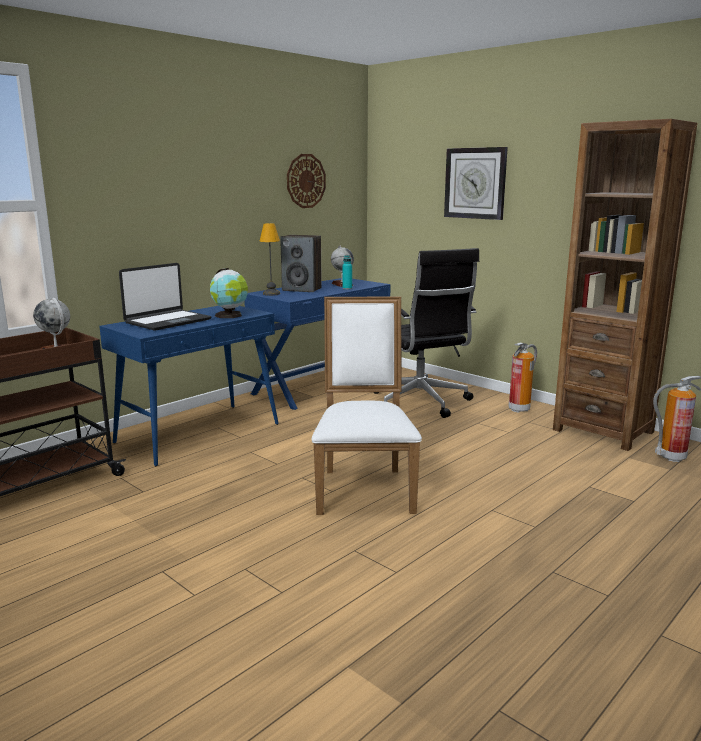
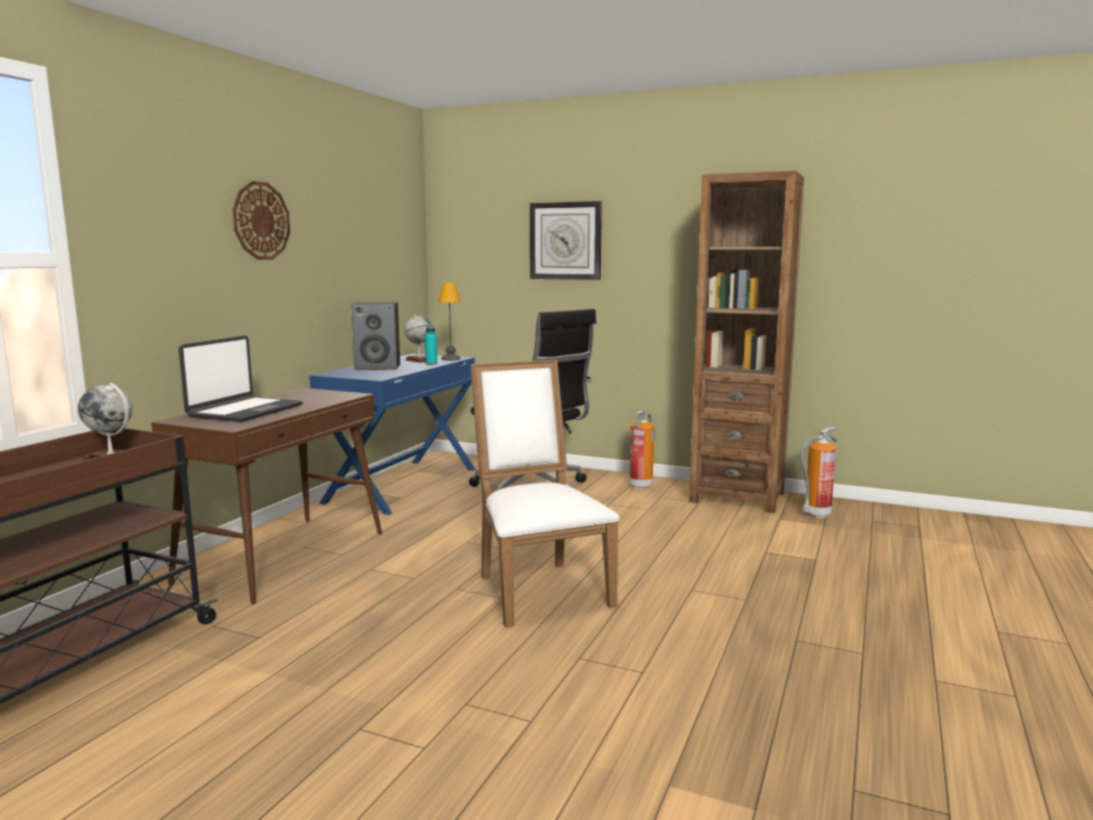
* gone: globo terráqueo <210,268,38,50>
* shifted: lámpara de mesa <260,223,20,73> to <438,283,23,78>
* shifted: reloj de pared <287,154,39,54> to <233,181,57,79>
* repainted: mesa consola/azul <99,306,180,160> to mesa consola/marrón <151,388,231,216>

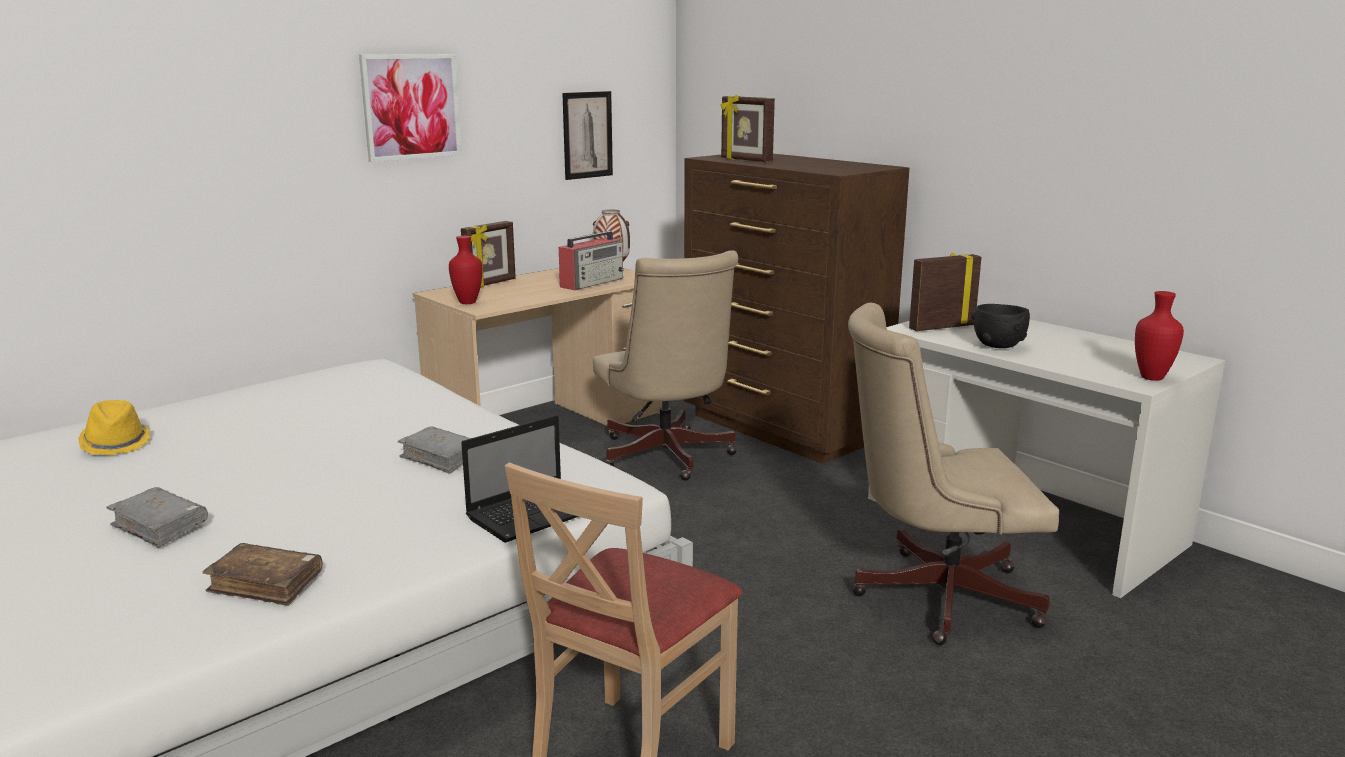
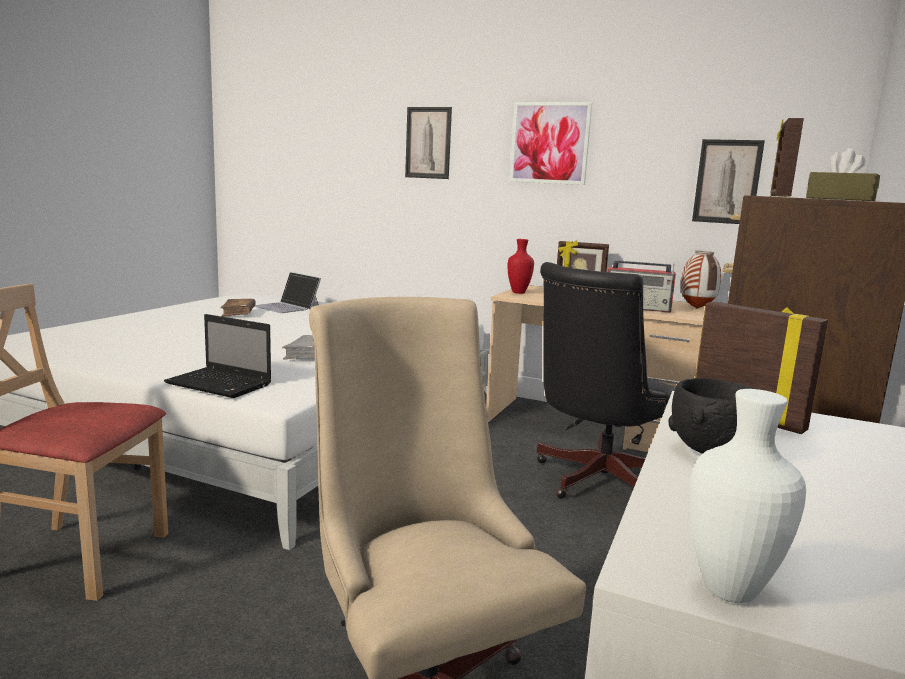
* gone: libro/gris <106,487,102,61>
* new: cuadro <405,107,47,72>
* new: caja de pañuelos/marrón <806,148,74,53>
* shifted: libro/marrón <203,543,120,63> to <220,299,36,18>
* swapped: sombrero/amarillo <78,400,72,55> to portátil <254,272,67,41>
* repainted: silla de oficina/beis <593,250,145,231> to silla de oficina/negro <537,262,139,236>
* repainted: florero/rojo <1135,291,49,90> to florero/blanco <690,389,116,214>

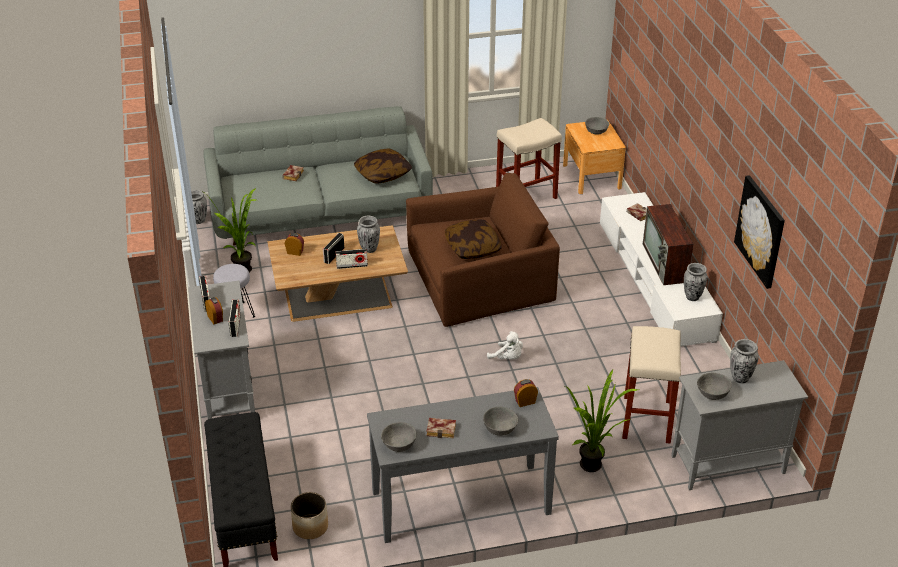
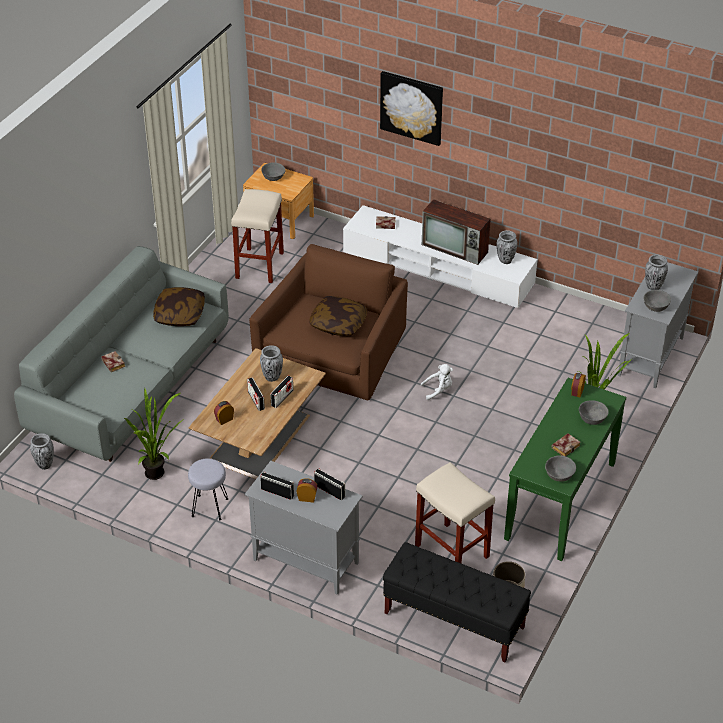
* shifted: taburete/beis <622,326,59,118> to <415,462,80,101>
* shifted: cuadro <734,175,51,114> to <380,71,63,75>
* repainted: mesa consola/gris <367,387,192,156> to mesa consola/verde <504,378,122,183>

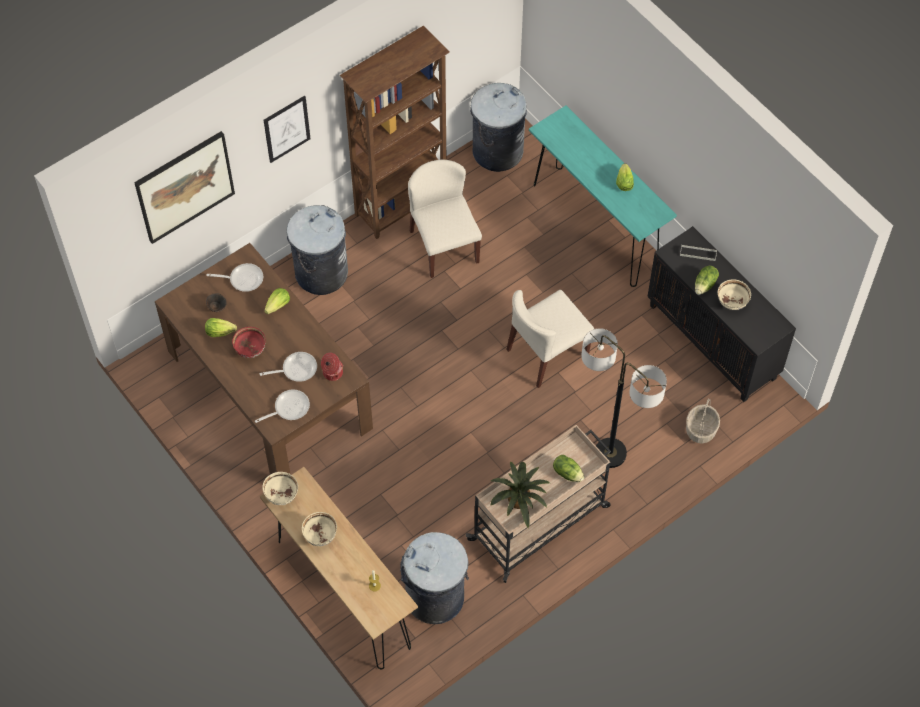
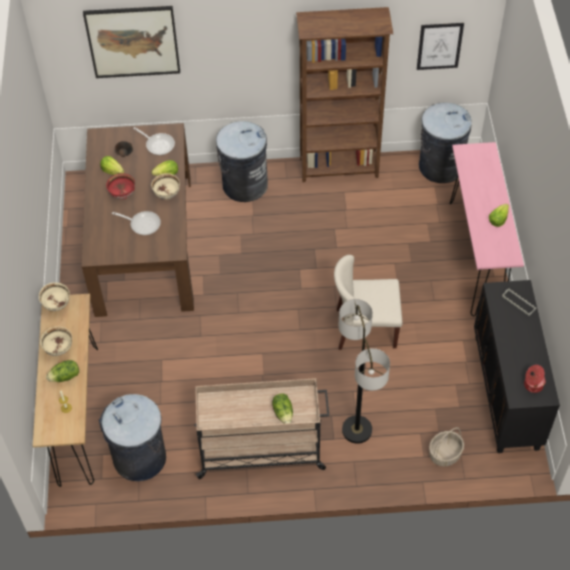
* gone: sartén <255,390,55,33>
* gone: silla/beis <408,159,74,119>
* gone: planta en maceta <490,461,60,67>
* shifted: cuadro <264,96,47,67> to <417,23,47,47>
* shifted: olla <321,353,22,28> to <524,365,22,28>
* shifted: lechuga <695,266,24,29> to <46,360,33,22>
* shifted: cuenco/beis <718,279,33,31> to <151,173,29,26>
* repainted: mesa consola/turquesa <529,106,148,181> to mesa consola/rosa <450,142,74,174>

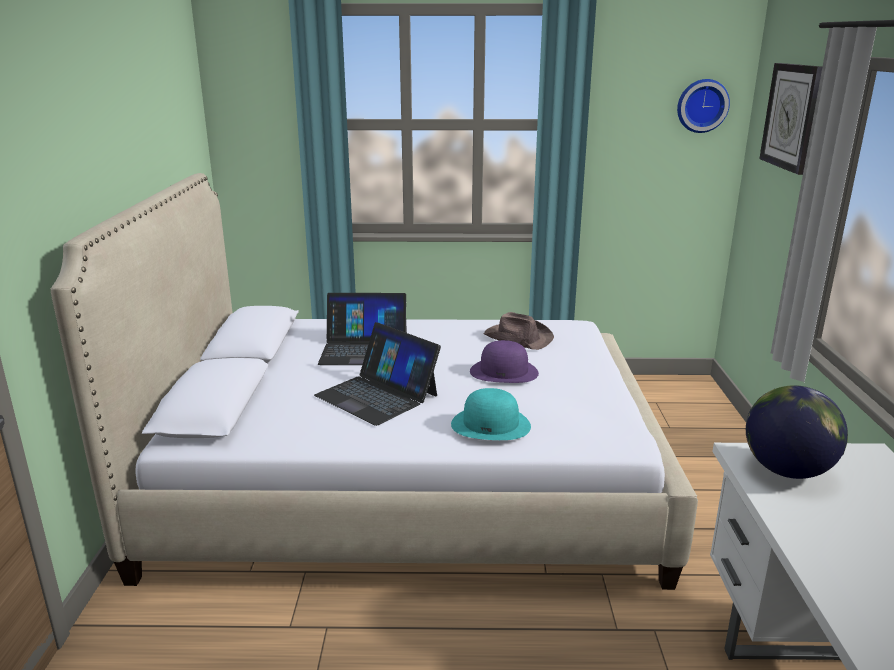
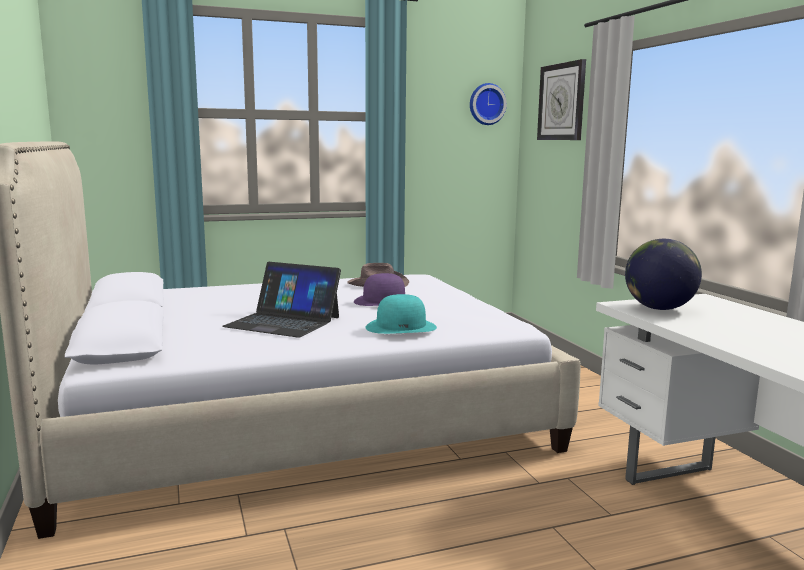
* gone: portátil <318,293,89,72>

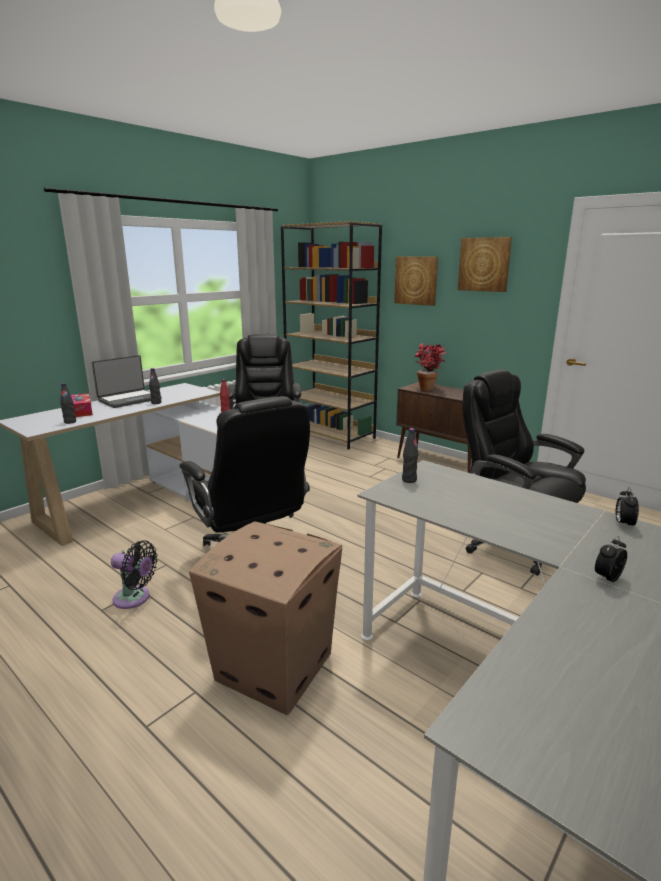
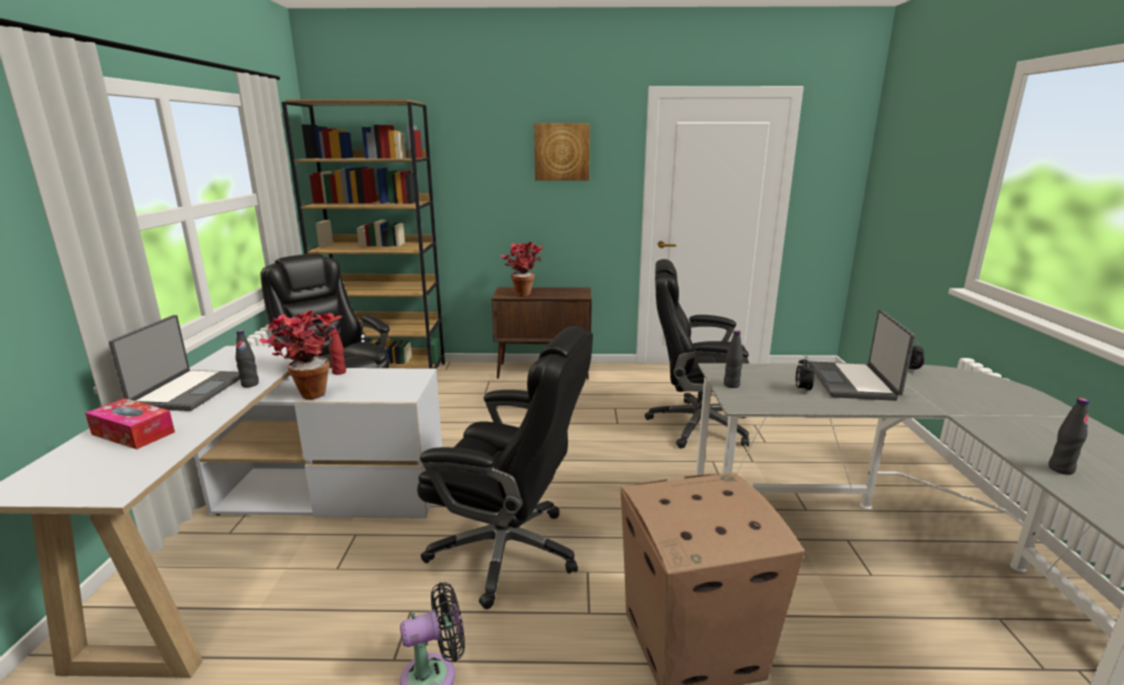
* gone: cuadro <394,256,44,50>
* new: planta en maceta <259,310,83,89>
* new: portátil <809,310,106,91>
* shifted: botella/negro <60,383,16,41> to <1048,398,41,77>
* shifted: despertador <595,536,32,46> to <796,356,18,37>

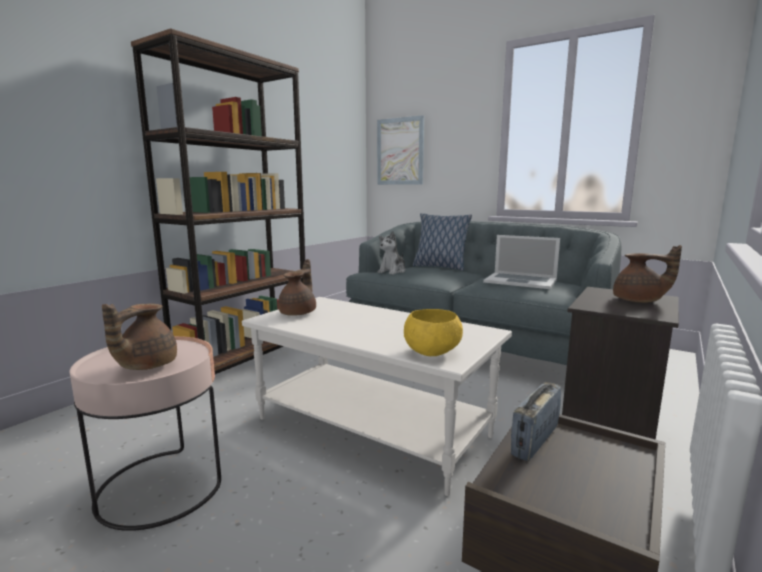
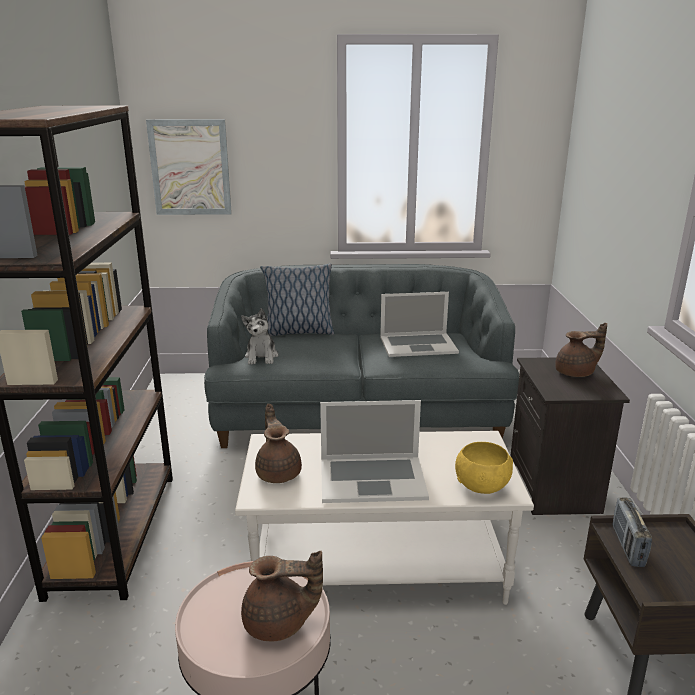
* new: portátil <320,400,109,103>
* rotated: tetera/marrón <102,303,75,67> = <241,551,82,90> 75 degrees counterclockwise

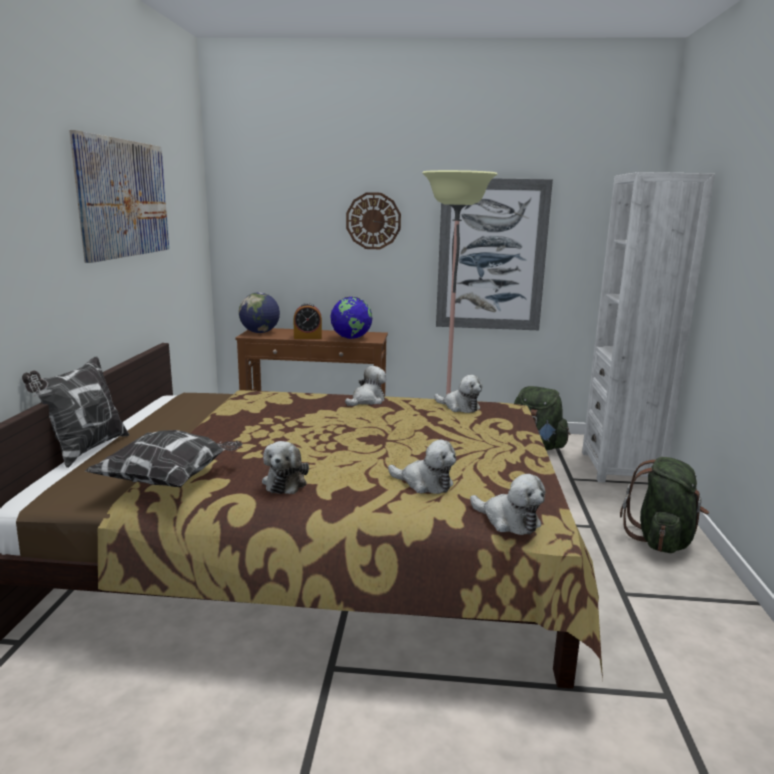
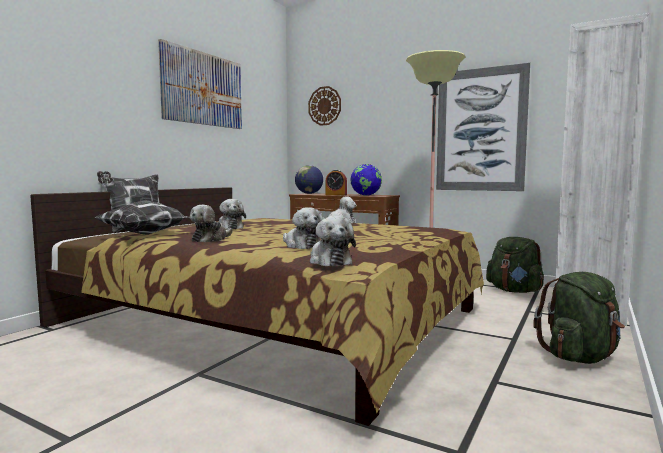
* shifted: reloj de pared <346,192,55,57> to <308,86,33,40>
* shifted: peluche <434,375,49,38> to <219,199,27,30>

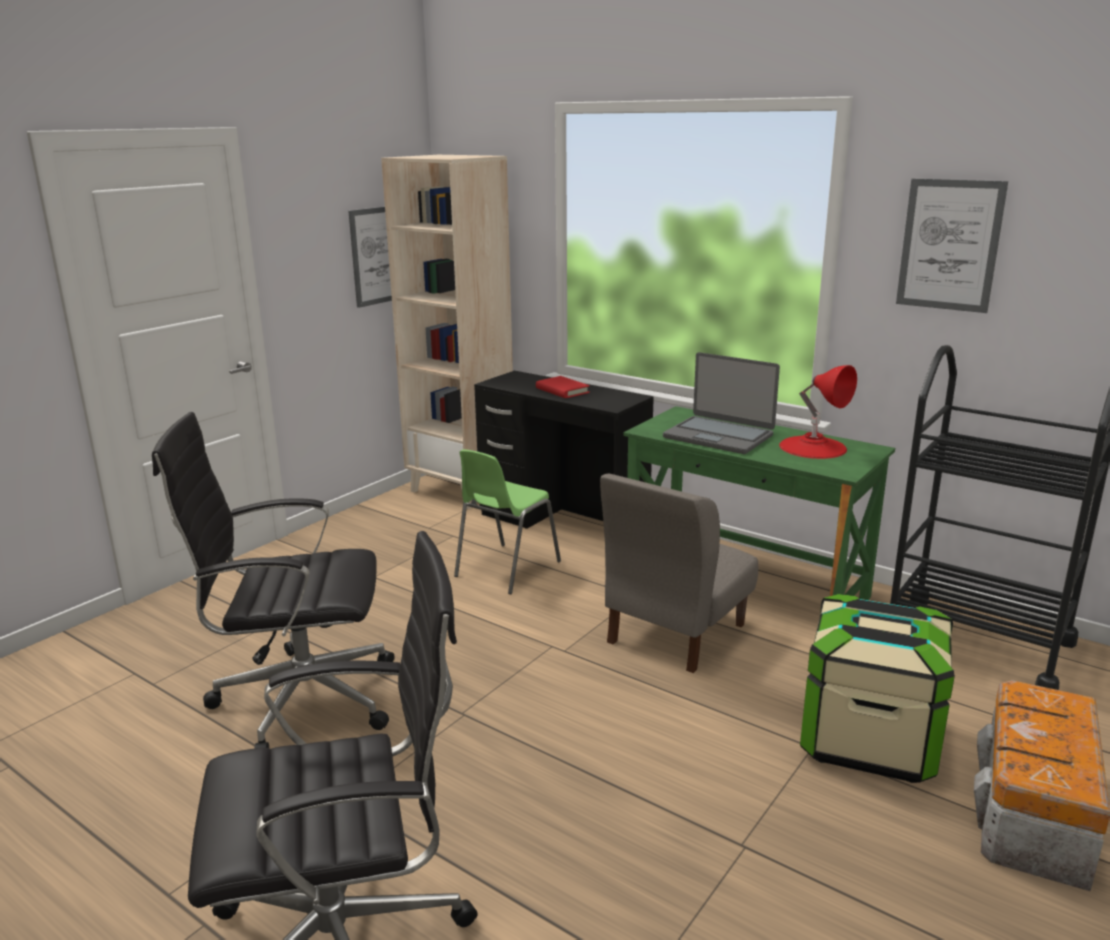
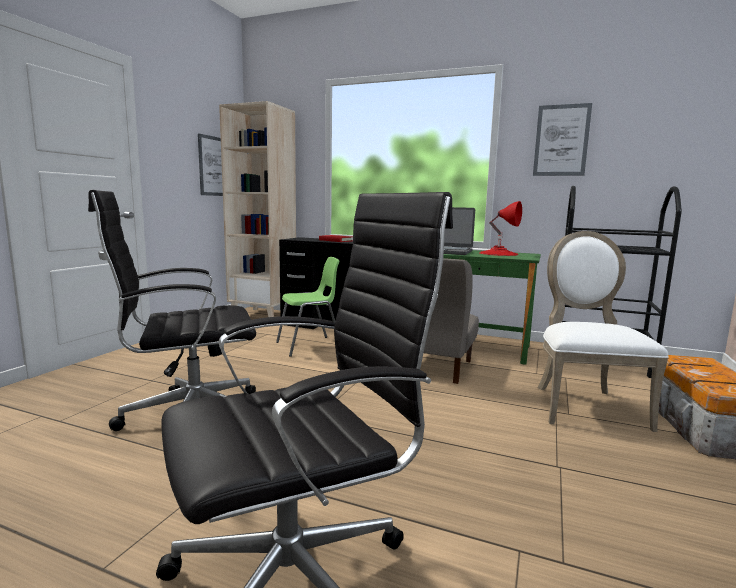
* swapped: caja de almacenaje <800,594,155,189> to silla/blanco <537,231,132,201>
* rotated: silla/verde <454,449,107,145> = <276,257,64,100> 135 degrees counterclockwise

